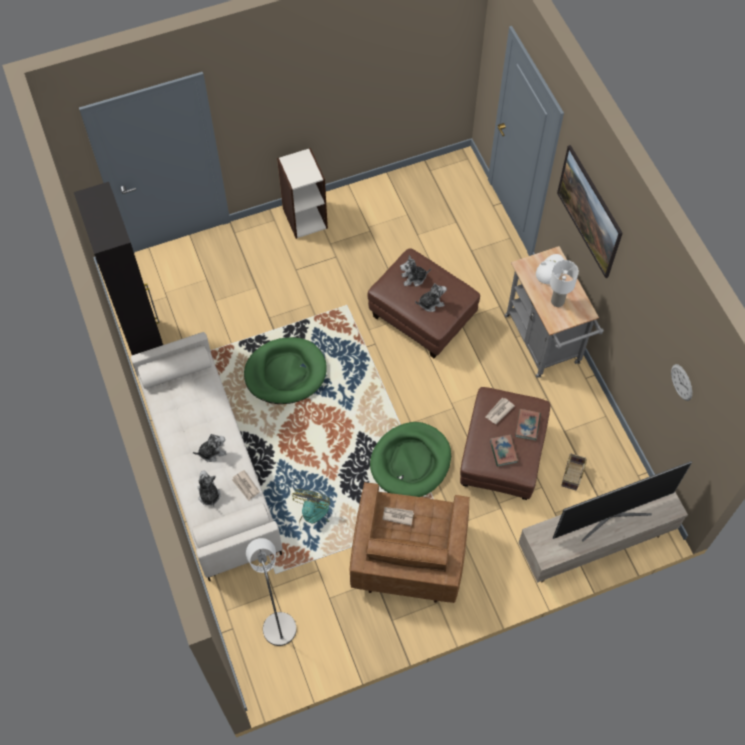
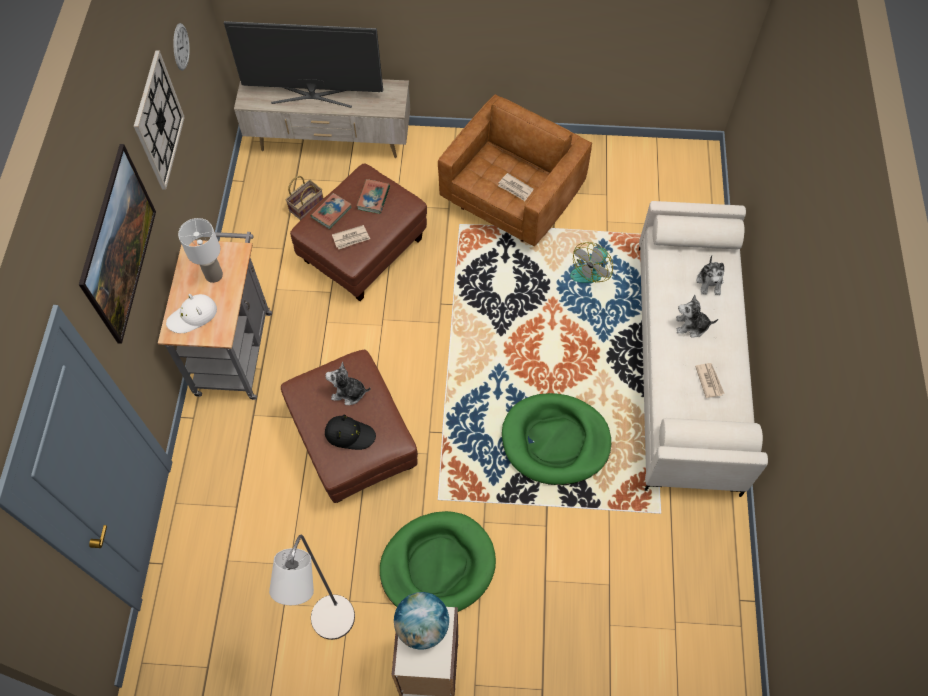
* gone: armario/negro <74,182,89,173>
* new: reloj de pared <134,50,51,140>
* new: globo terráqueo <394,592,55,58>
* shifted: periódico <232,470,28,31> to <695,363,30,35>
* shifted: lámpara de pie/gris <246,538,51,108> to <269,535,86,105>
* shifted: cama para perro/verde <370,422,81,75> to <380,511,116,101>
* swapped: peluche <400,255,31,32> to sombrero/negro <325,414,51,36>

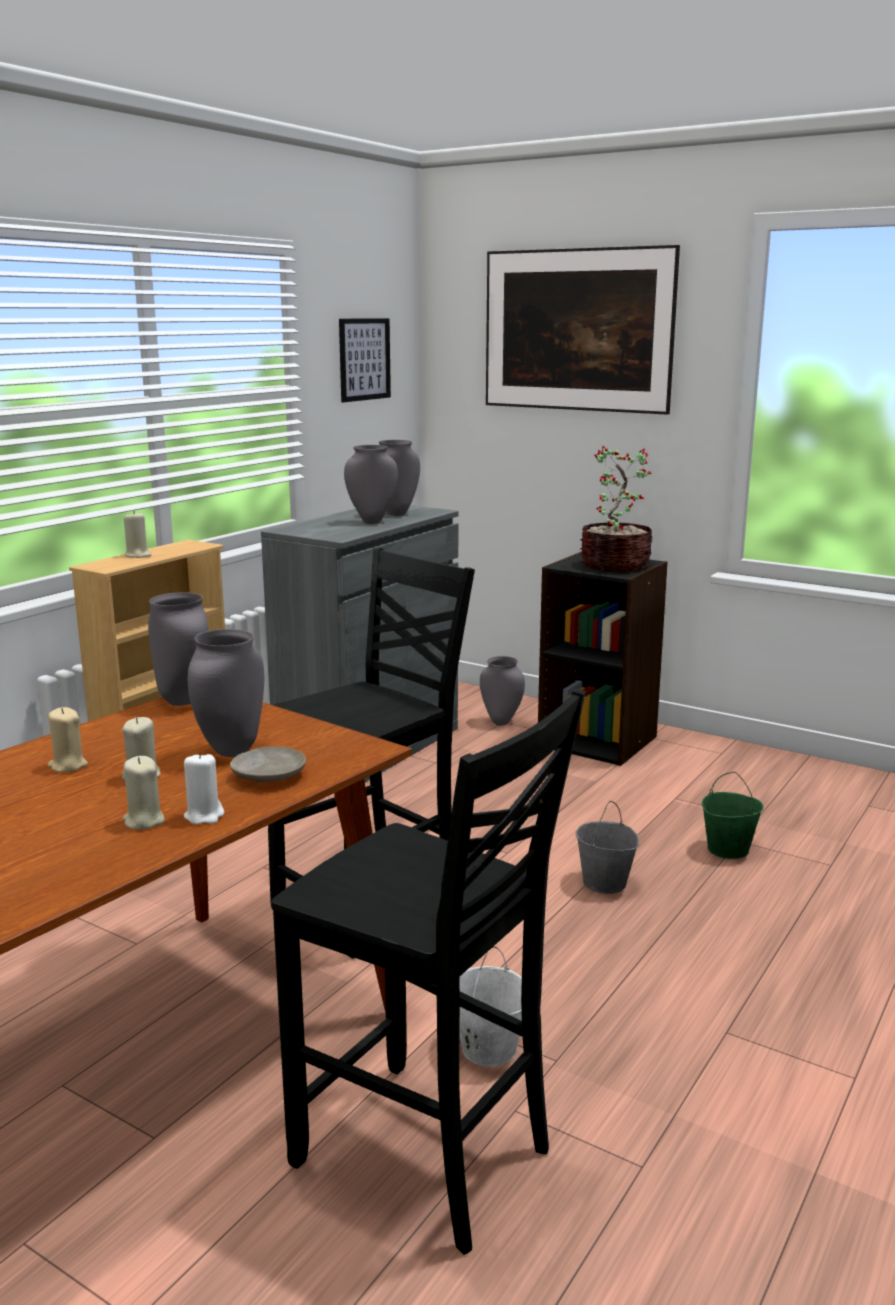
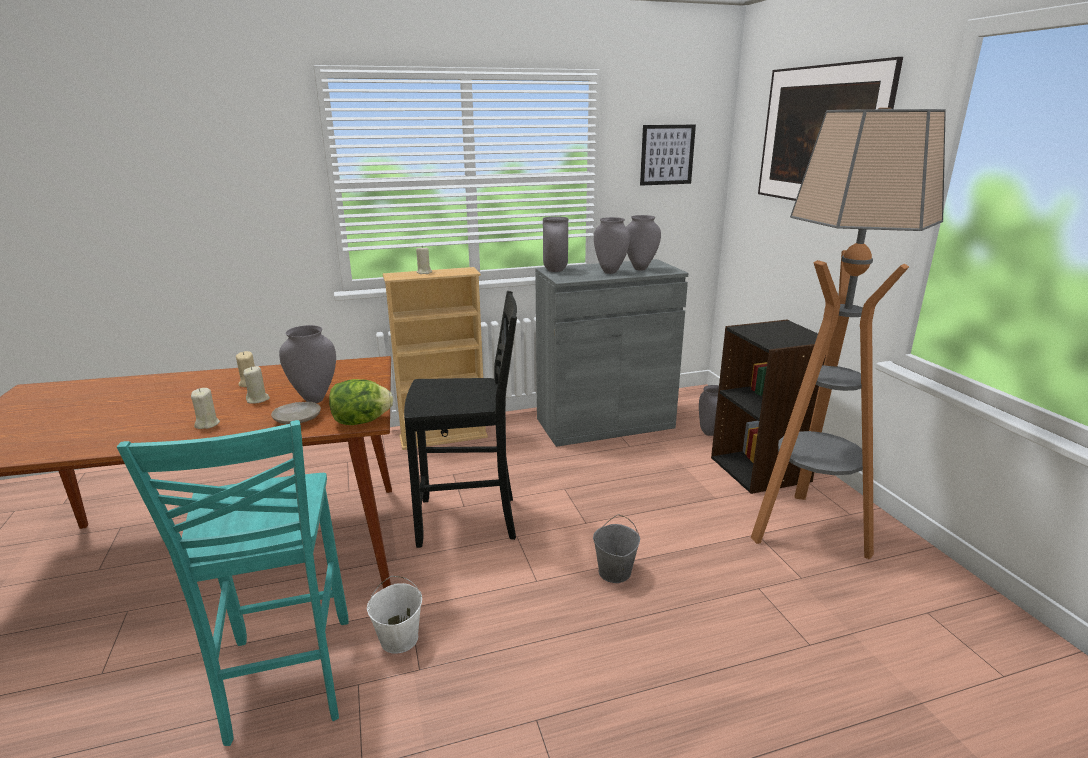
* gone: vela/blanco <184,752,40,73>
* gone: planta en maceta <580,446,72,126>
* gone: cubo/verde <702,772,62,87>
* new: lechuga <329,379,64,46>
* new: lámpara de pie <751,108,195,451>
* shifted: florero/gris <148,592,61,114> to <543,216,25,56>
* repainted: silla/negro <271,688,315,567> to silla/turquesa <117,420,232,326>

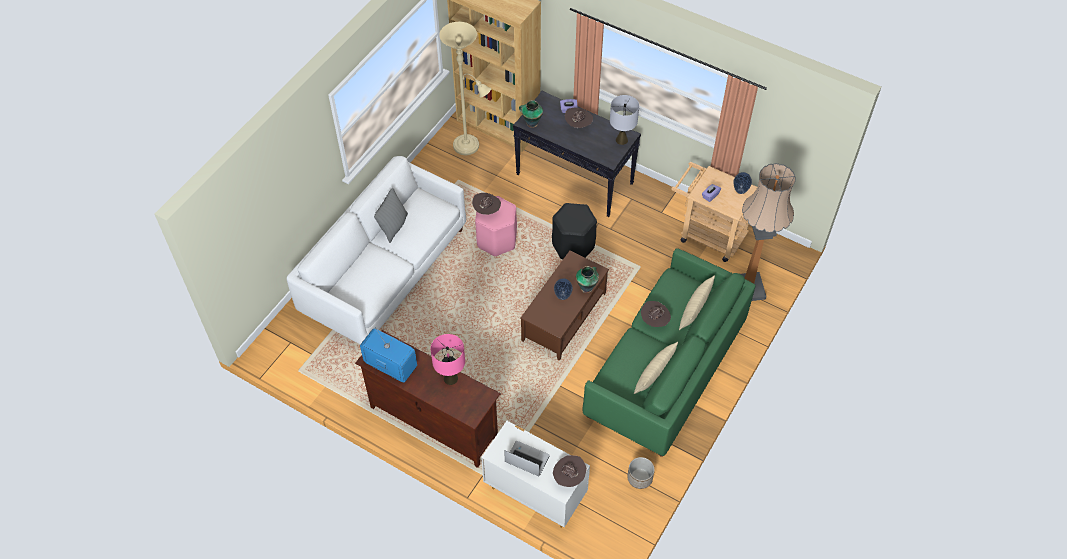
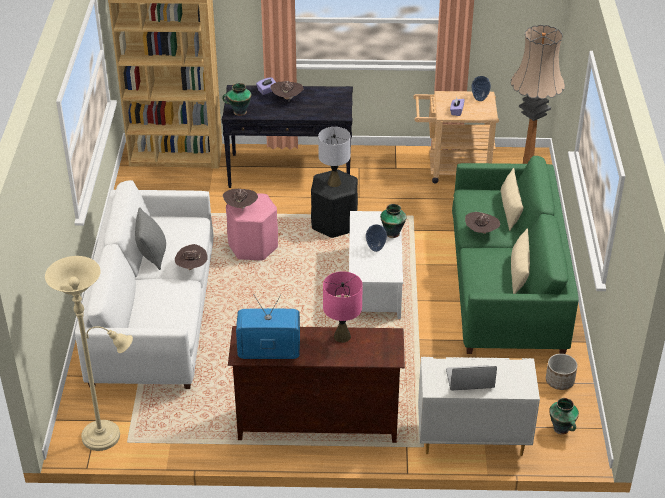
* new: florero <549,398,30,37>
* shifted: lámpara de pie/beis <439,22,52,133> to <45,256,88,195>
* shifted: sombrero/marrón <553,455,34,32> to <175,244,32,26>
* shifted: lámpara de mesa/gris <610,95,29,50> to <318,127,33,60>
* repainted: mesa de centro/marrón <520,251,89,109> to mesa de centro/blanco <349,211,54,108>

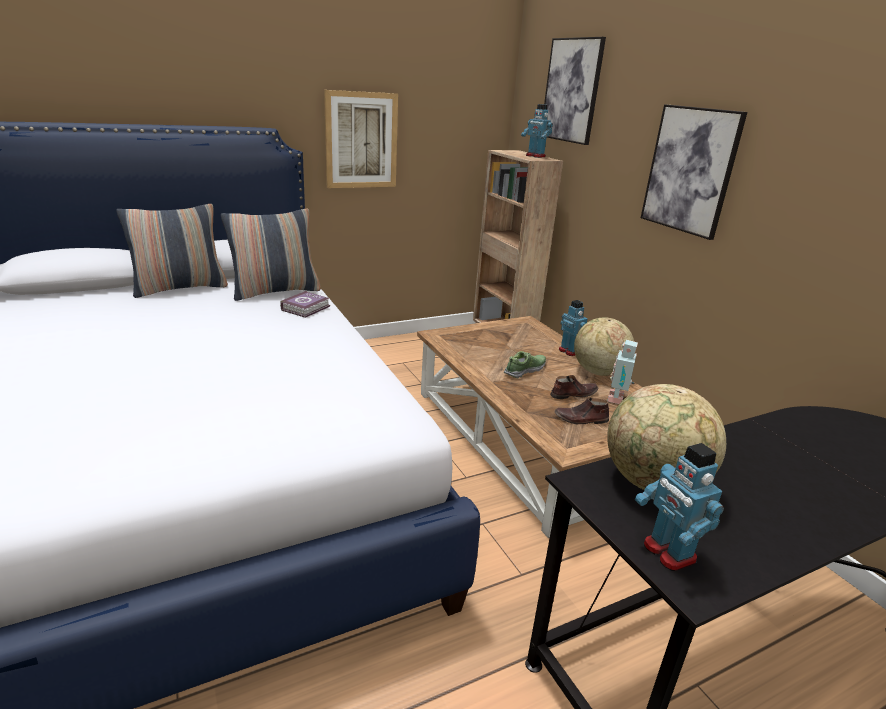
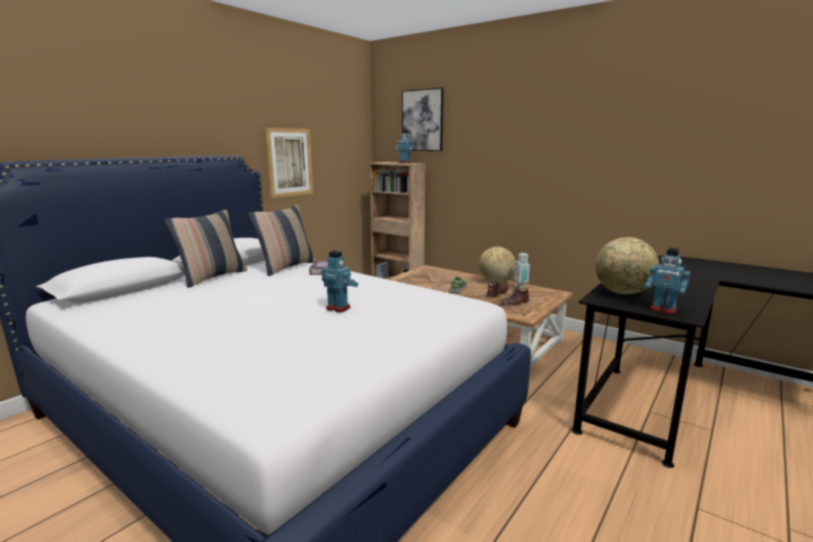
* gone: cuadro <641,104,106,136>
* shifted: robot de juguete <559,300,28,56> to <321,250,37,62>

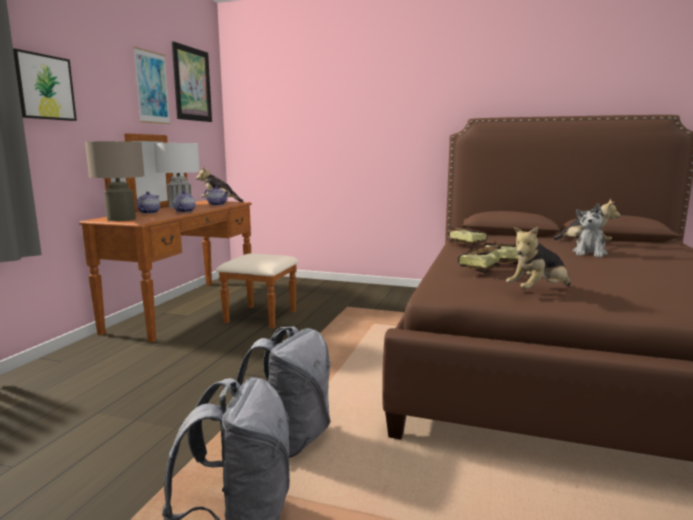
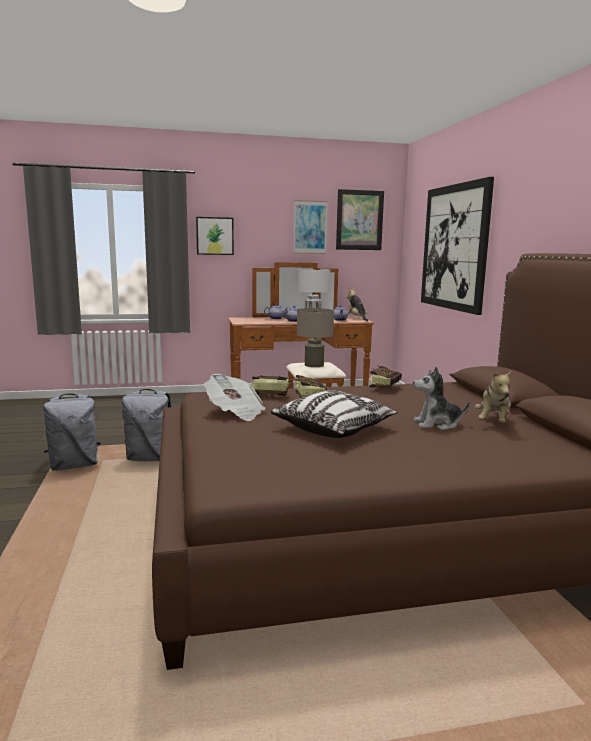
* new: cojín <271,390,127,48>
* new: cuadro <421,177,73,138>
* shifted: lámpara de mesa/beis <85,141,59,80> to <297,308,37,59>
* swapped: peluche <506,227,65,62> to periódico <204,374,62,47>

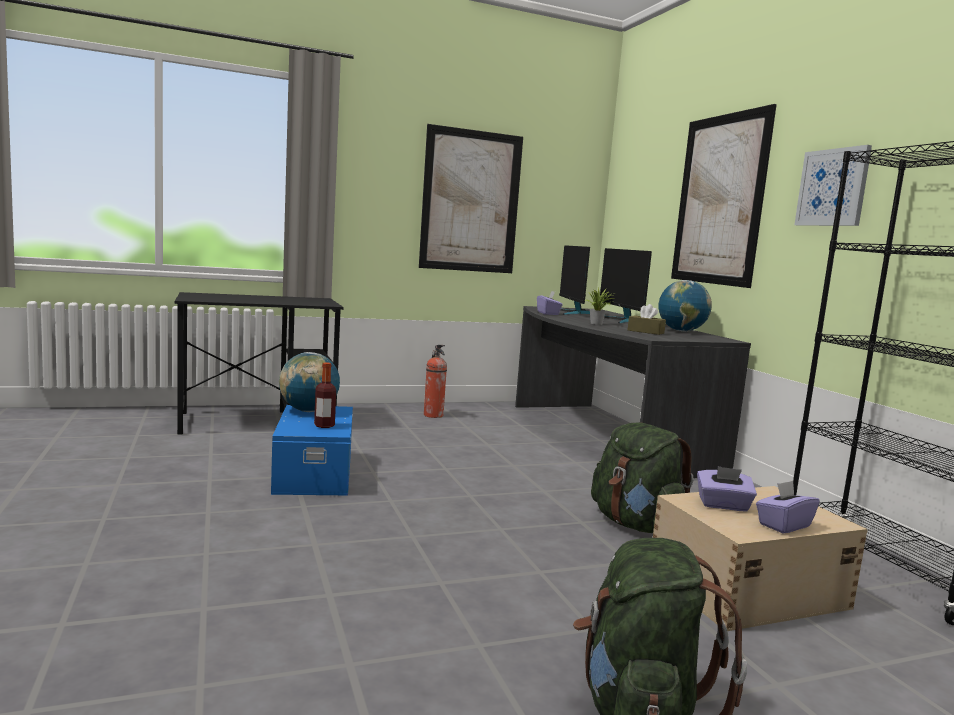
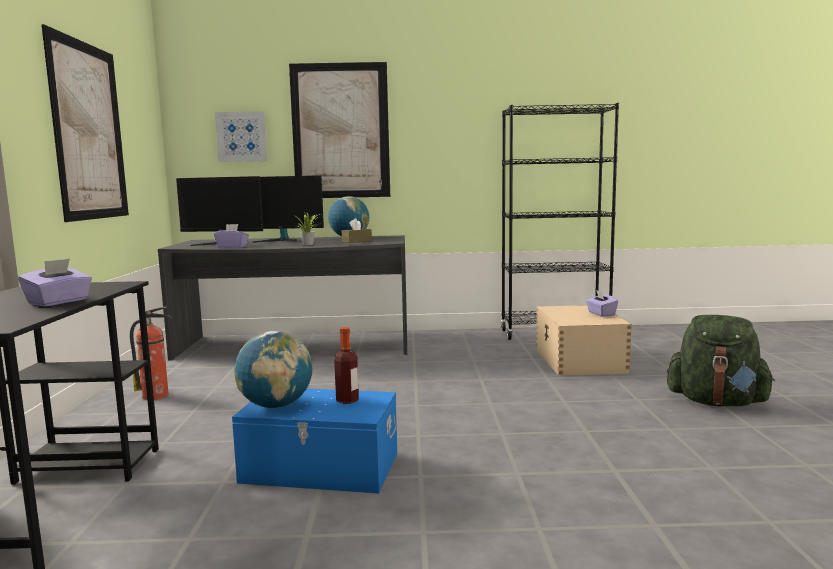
* gone: mochila/verde <591,422,103,111>
* shifted: caja de pañuelos/morado <697,466,60,46> to <18,258,74,48>
* shifted: cuadro <794,145,78,81> to <215,111,53,51>

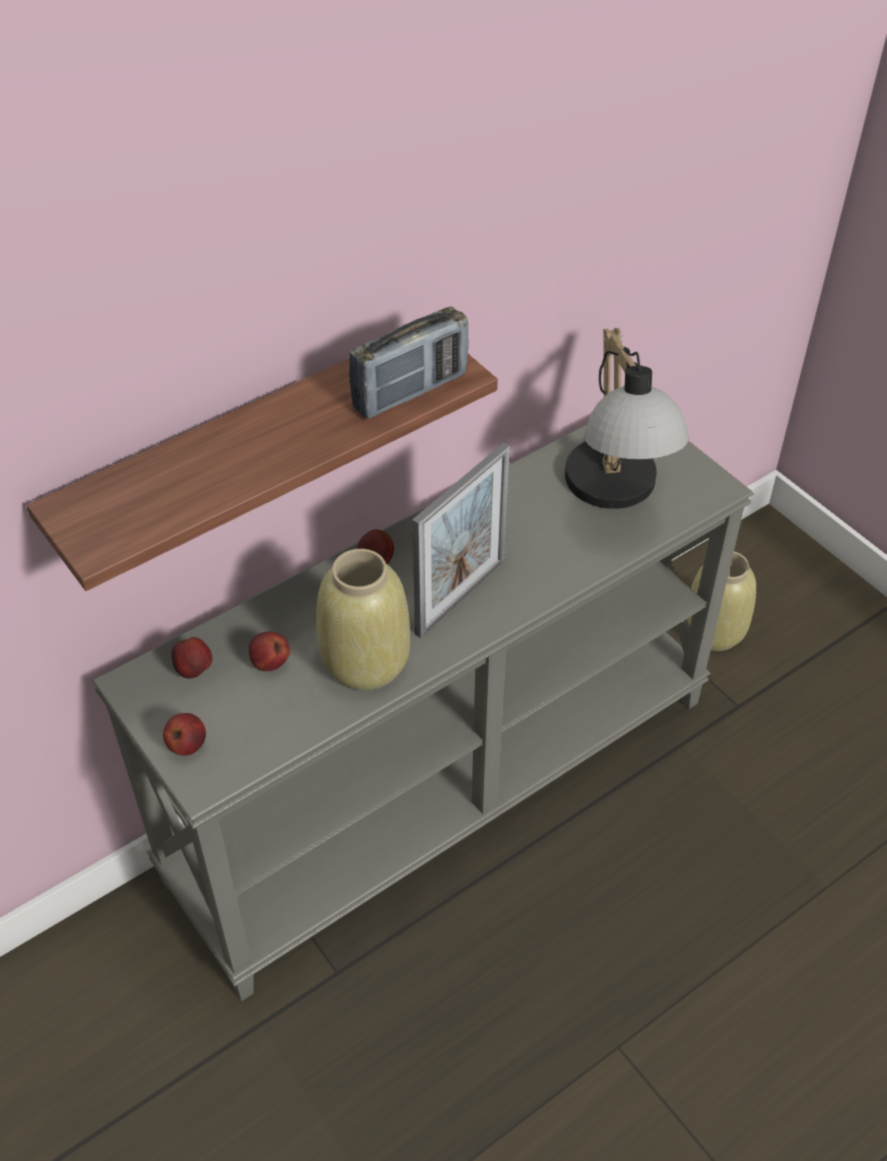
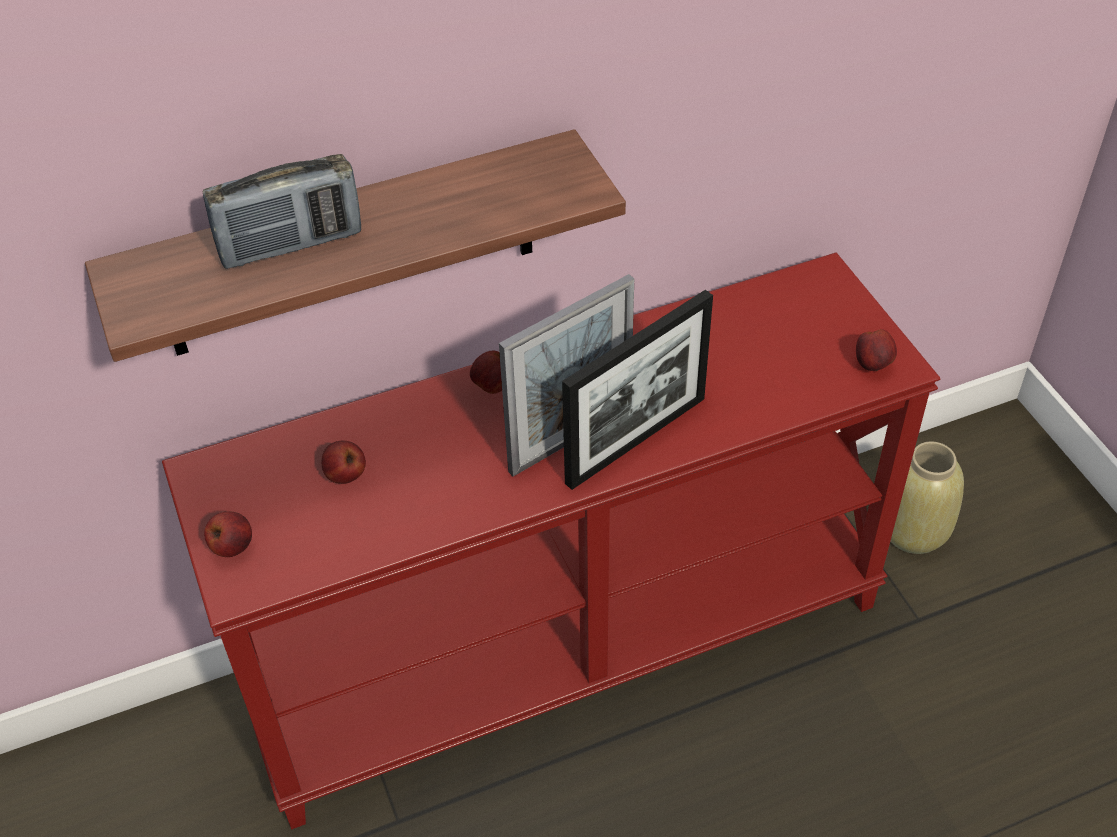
* gone: florero/beis <316,549,94,142>
* gone: lámpara de mesa <565,328,123,181>
* new: portarretratos <562,290,151,200>
* shifted: manzana <172,637,40,41> to <856,329,41,42>
* shifted: radio <349,307,120,112> to <203,154,158,115>
* repainted: mesa consola/gris <92,424,662,577> to mesa consola/rojo <162,252,778,578>

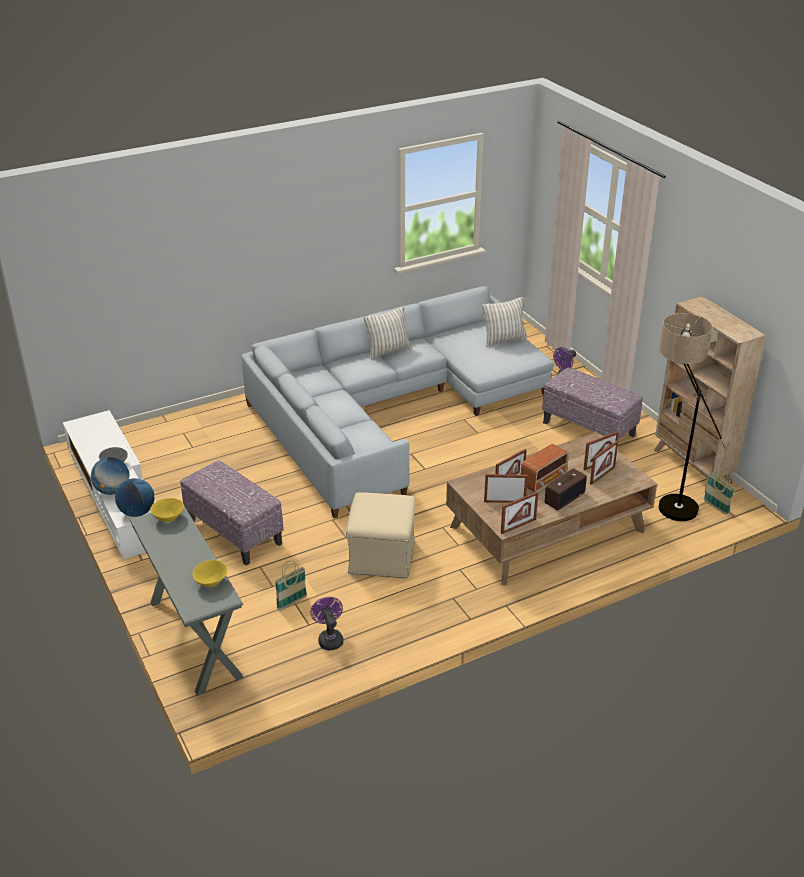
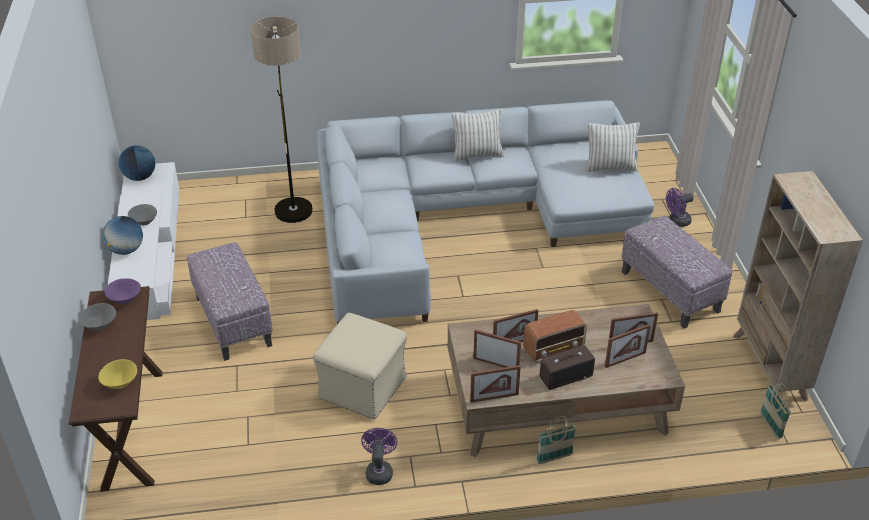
* new: cuenco/gris <80,303,36,28>
* shifted: globo terráqueo <115,478,40,39> to <119,145,36,36>
* shifted: cesta <275,561,32,50> to <536,416,40,48>
* shifted: ventilador/morado <310,597,33,53> to <361,428,36,57>
* shifted: lámpara de pie <658,313,69,208> to <251,16,62,207>
* repainted: mesa consola/gris <130,506,114,189> to mesa consola/marrón <69,286,94,206>
* repainted: cuenco/amarillo <150,498,34,24> to cuenco/morado <105,278,36,26>

